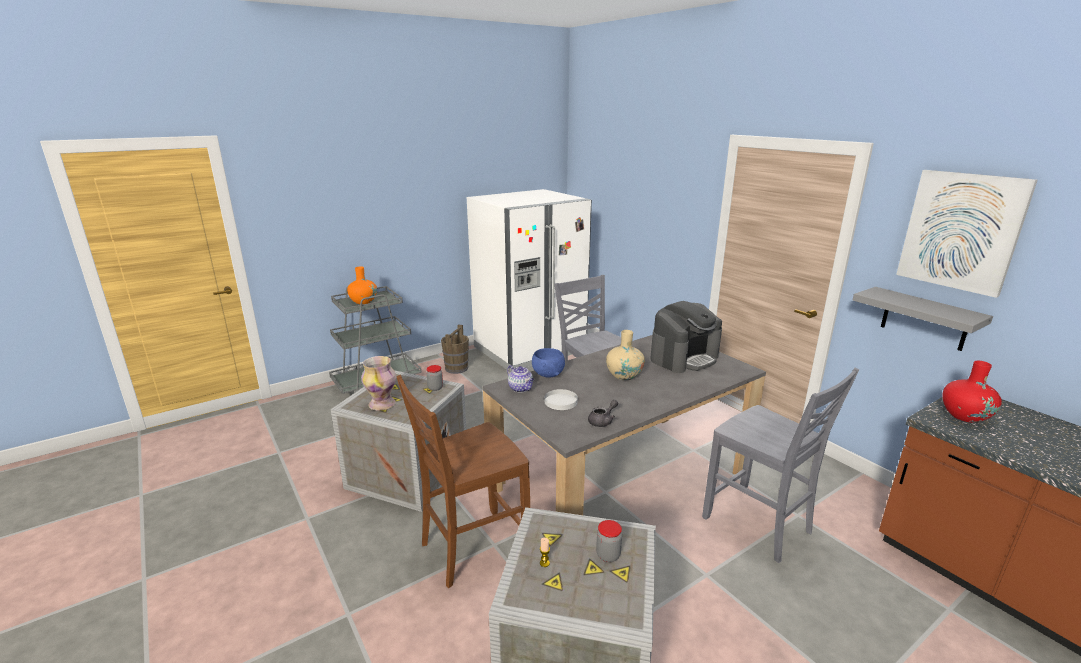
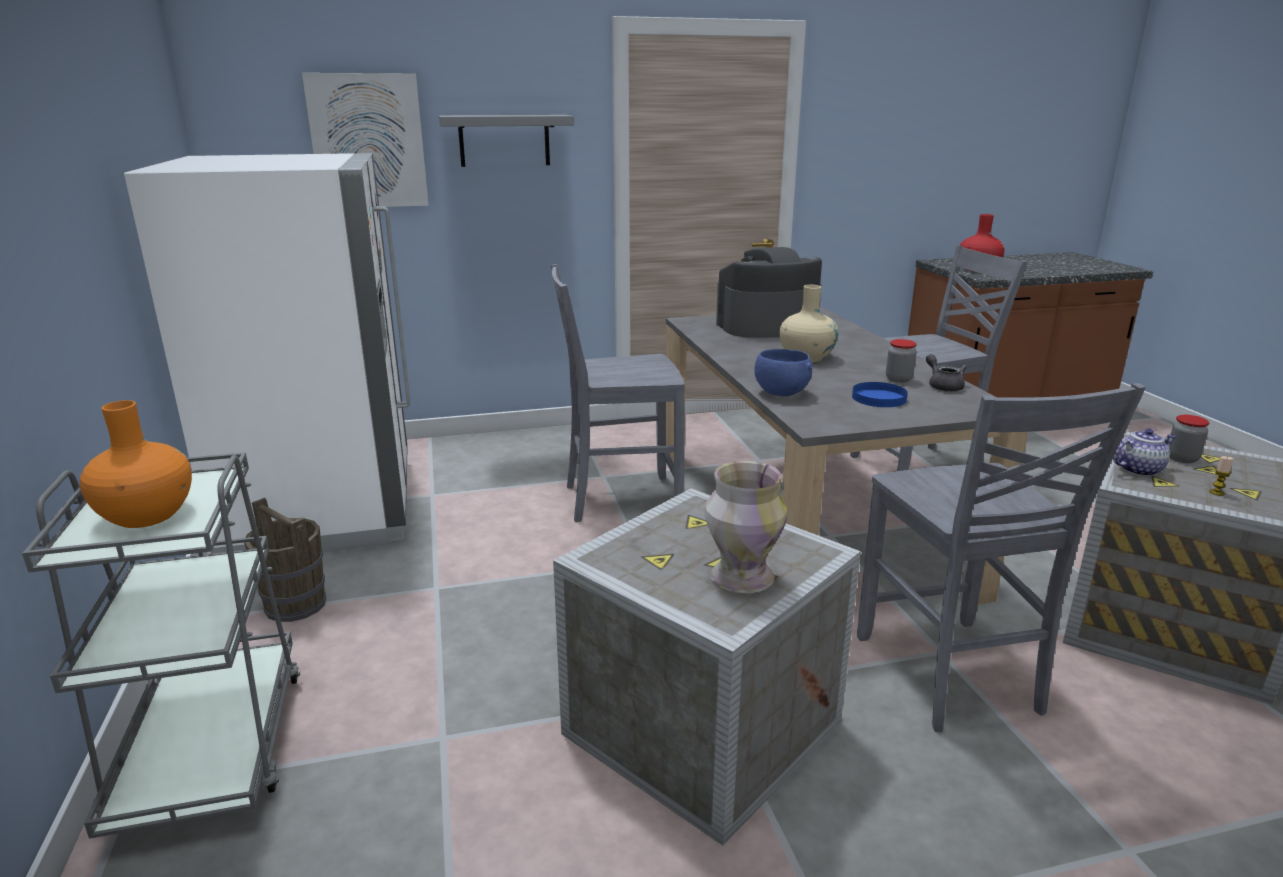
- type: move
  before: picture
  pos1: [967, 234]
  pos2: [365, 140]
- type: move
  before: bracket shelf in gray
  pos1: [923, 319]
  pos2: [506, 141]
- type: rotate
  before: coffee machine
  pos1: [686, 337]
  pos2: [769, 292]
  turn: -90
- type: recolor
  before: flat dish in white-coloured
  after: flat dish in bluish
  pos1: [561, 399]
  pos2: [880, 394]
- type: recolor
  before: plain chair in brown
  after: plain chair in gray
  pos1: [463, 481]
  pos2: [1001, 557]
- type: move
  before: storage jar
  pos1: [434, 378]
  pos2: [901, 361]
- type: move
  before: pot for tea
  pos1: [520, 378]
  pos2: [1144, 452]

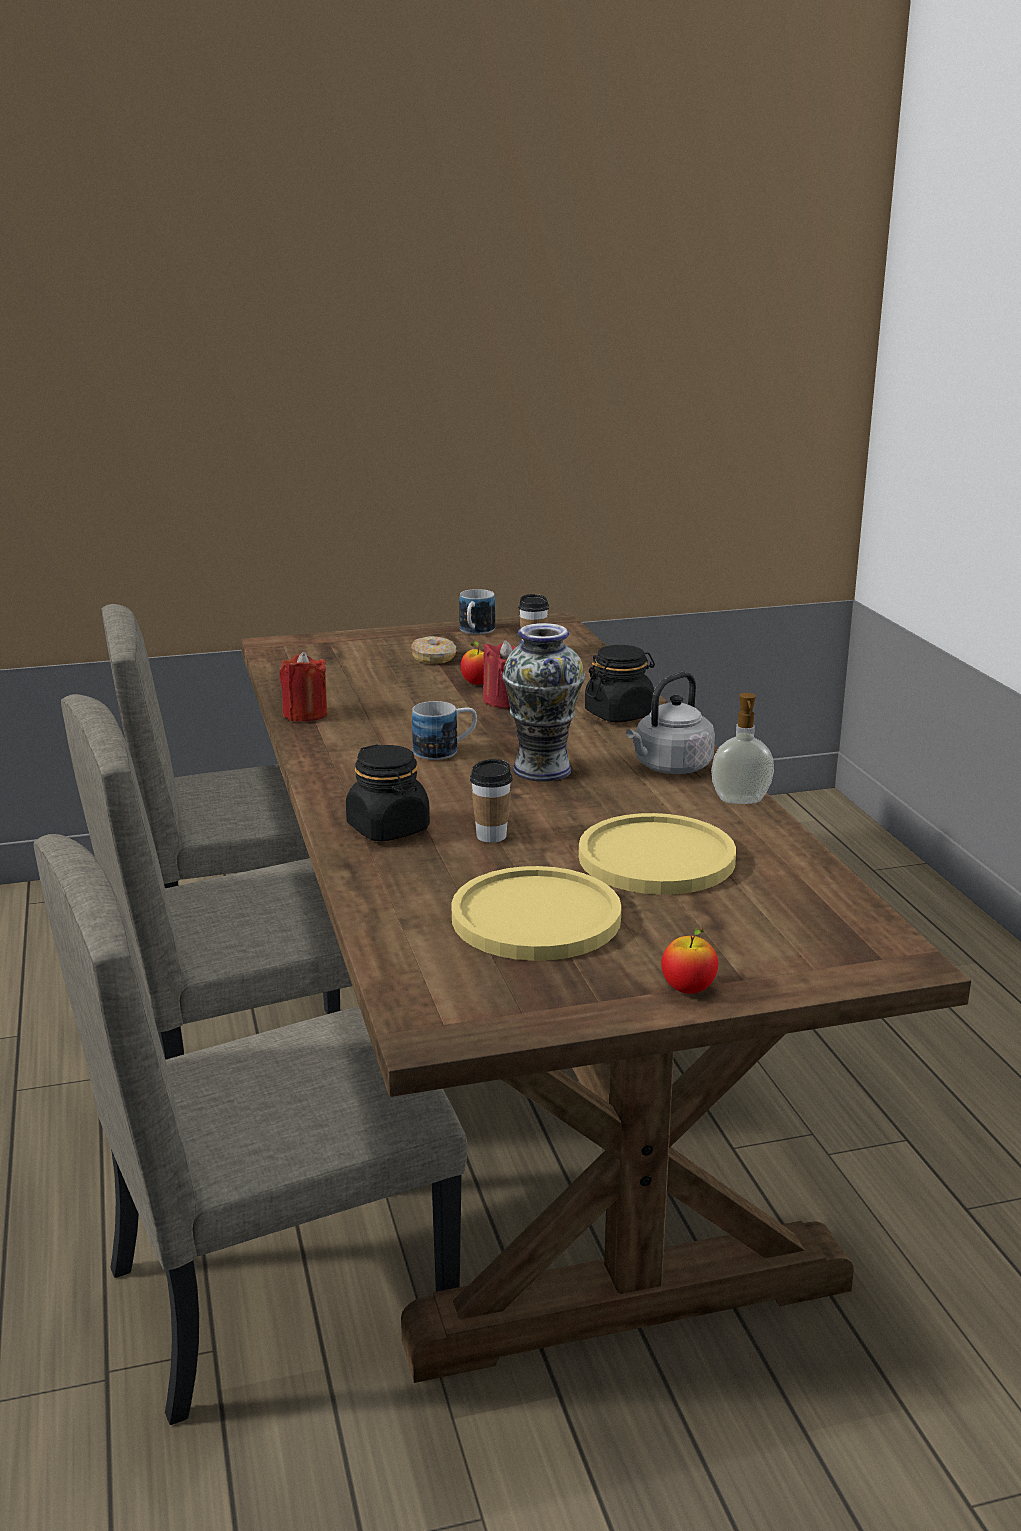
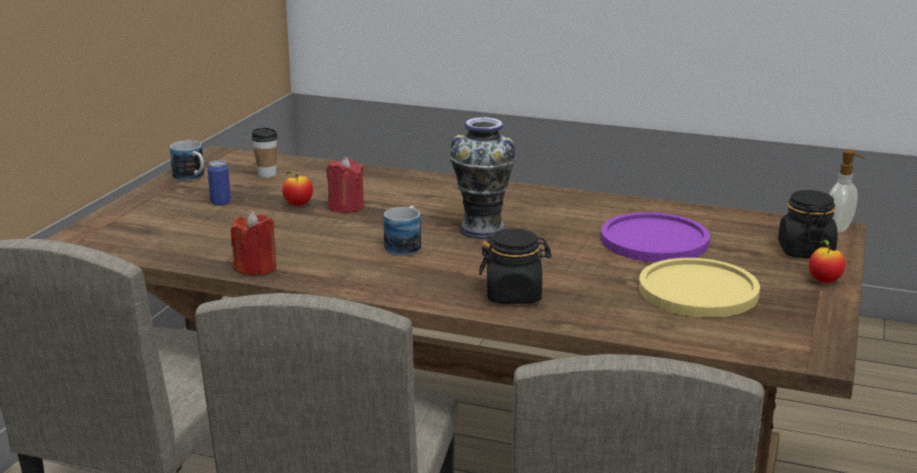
- type: replace
  before: donut
  after: metal can
  pos1: [433, 650]
  pos2: [219, 183]
- type: recolor
  before: flat dish in yellow-coloured
  after: flat dish in purple-coloured
  pos1: [657, 854]
  pos2: [655, 237]
- type: move
  before: storage jar in black
  pos1: [620, 683]
  pos2: [808, 224]
- type: move
  before: liquid soap bottle
  pos1: [742, 748]
  pos2: [846, 191]
- type: delete
  before: cup
  pos1: [491, 801]
- type: delete
  before: tea kettle in gray
  pos1: [670, 722]

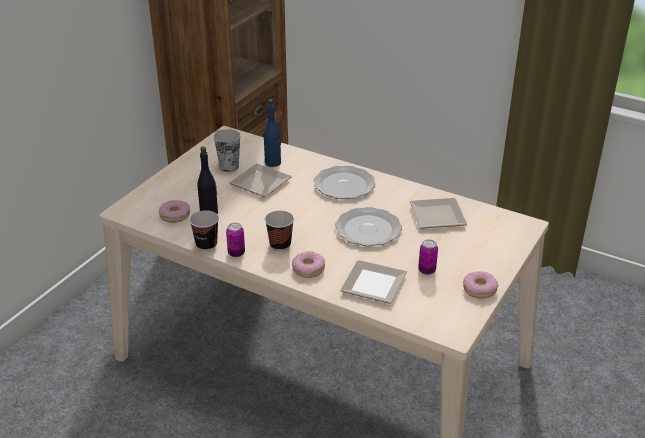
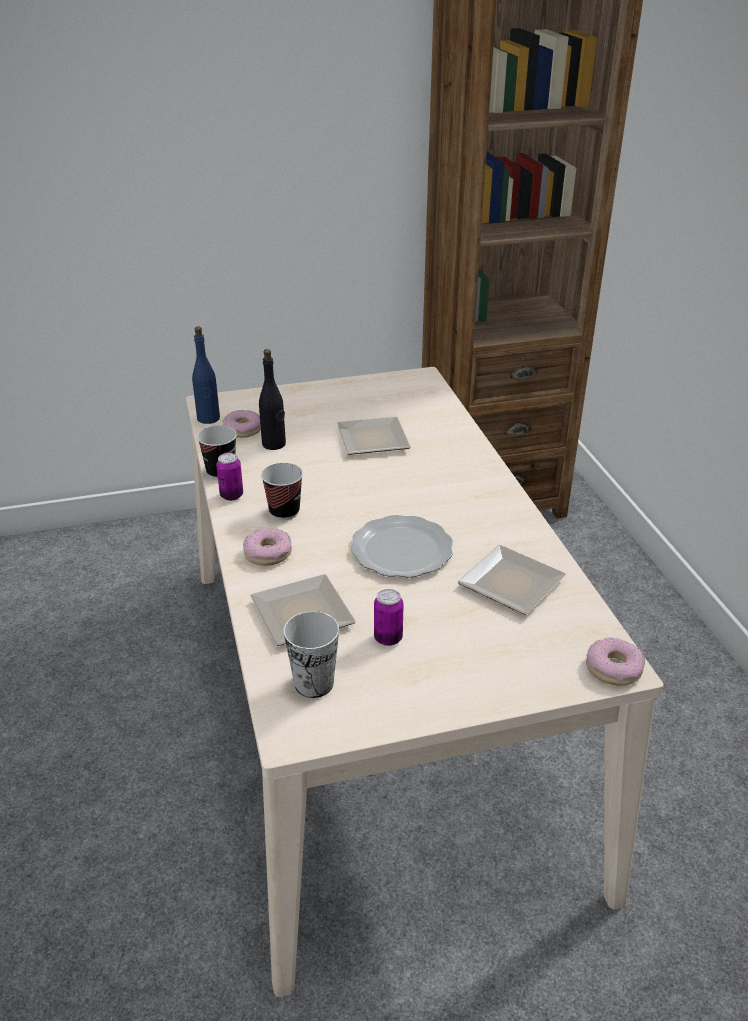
- type: move
  before: drink bottle in bluish
  pos1: [272, 133]
  pos2: [206, 375]
- type: move
  before: cup
  pos1: [227, 150]
  pos2: [311, 654]
- type: move
  before: donut
  pos1: [480, 285]
  pos2: [615, 662]
- type: delete
  before: flat dish
  pos1: [344, 182]

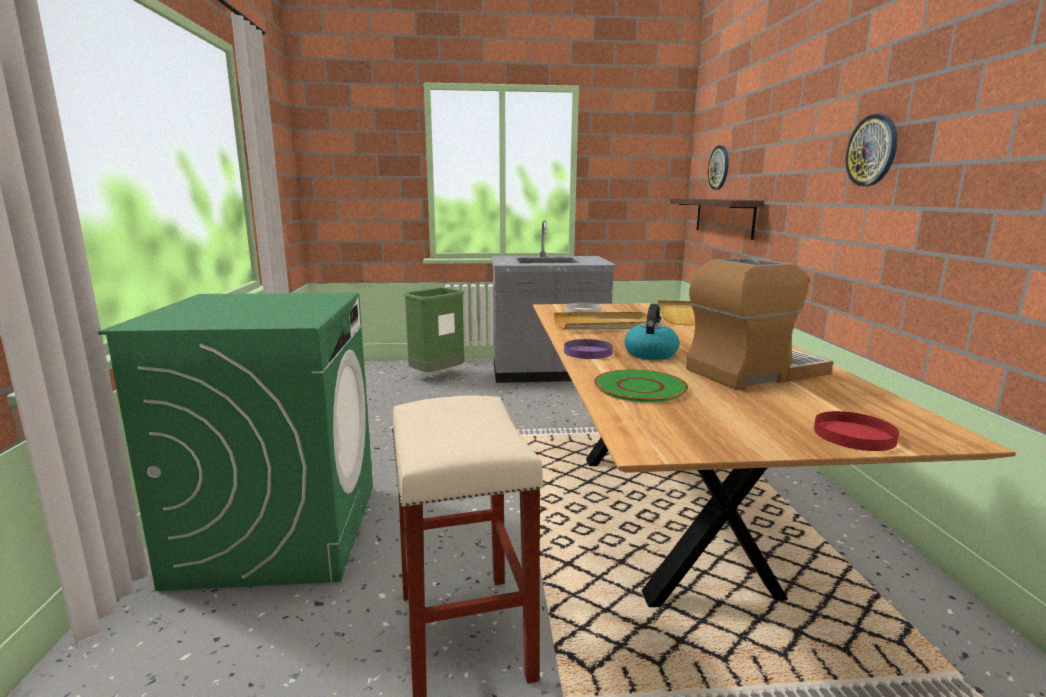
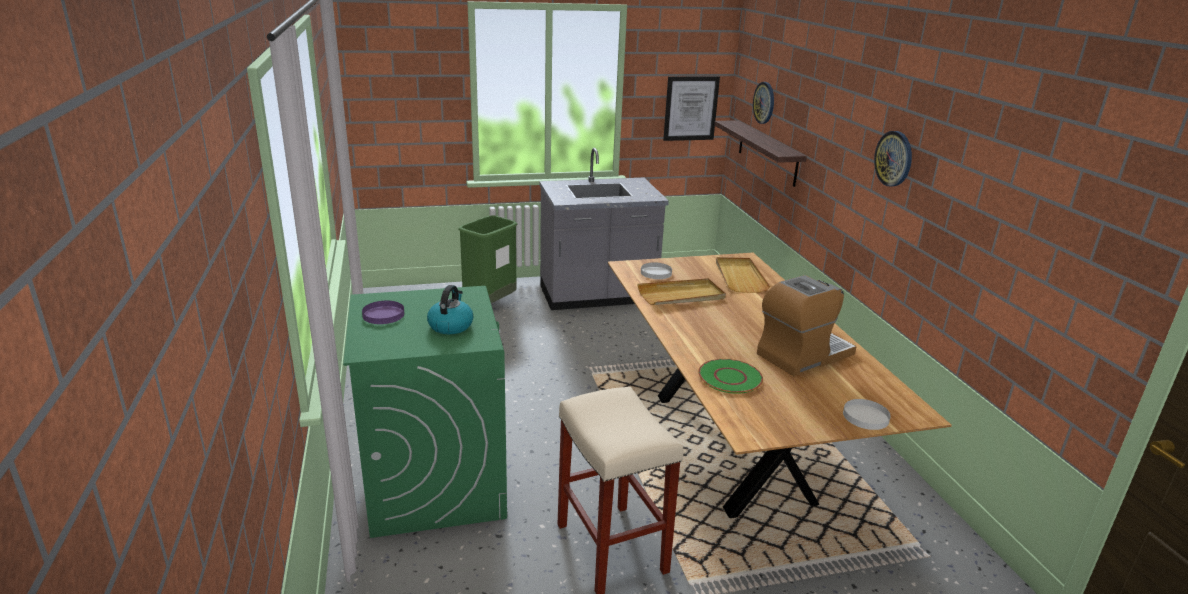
- type: move
  before: flat dish in purple-coloured
  pos1: [588, 349]
  pos2: [383, 312]
- type: move
  before: tea kettle
  pos1: [651, 332]
  pos2: [450, 309]
- type: insert
  after: picture
  pos2: [691, 108]
- type: recolor
  before: flat dish in red-coloured
  after: flat dish in white-coloured
  pos1: [856, 431]
  pos2: [867, 414]

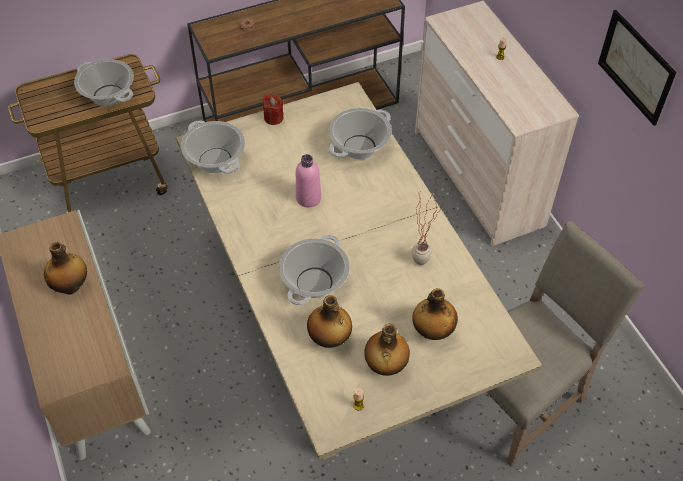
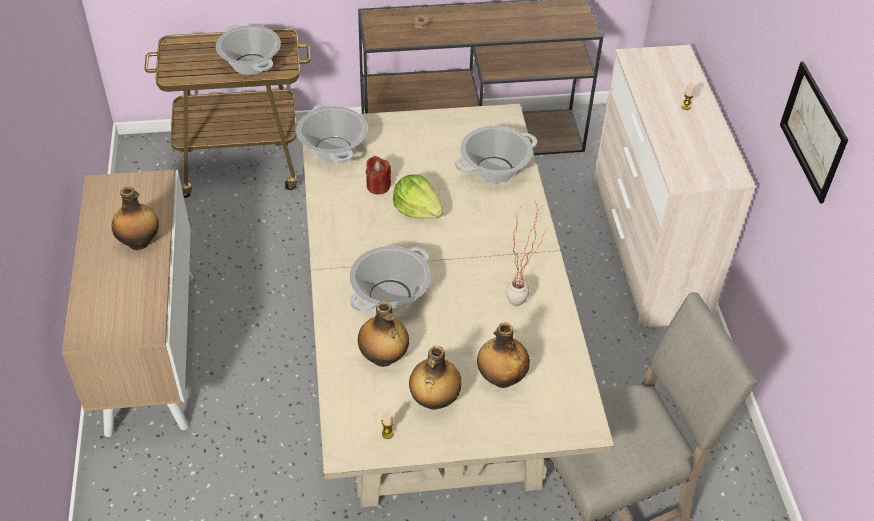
- type: move
  before: wax candle in red-coloured
  pos1: [273, 109]
  pos2: [378, 175]
- type: replace
  before: drink bottle in pinkish
  after: lettuce
  pos1: [308, 180]
  pos2: [418, 196]

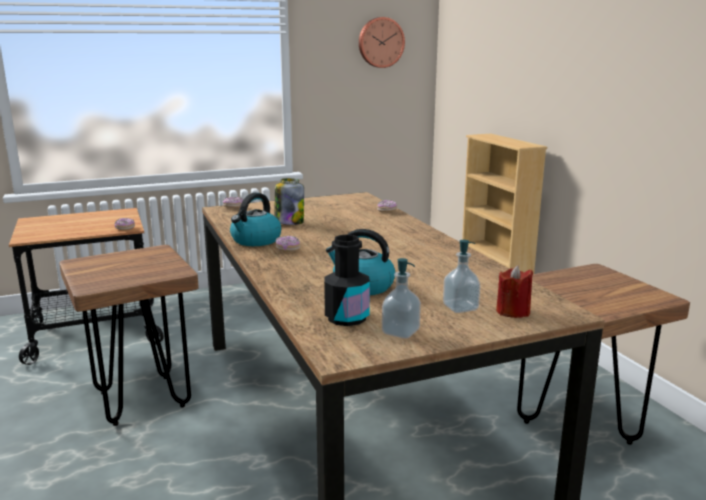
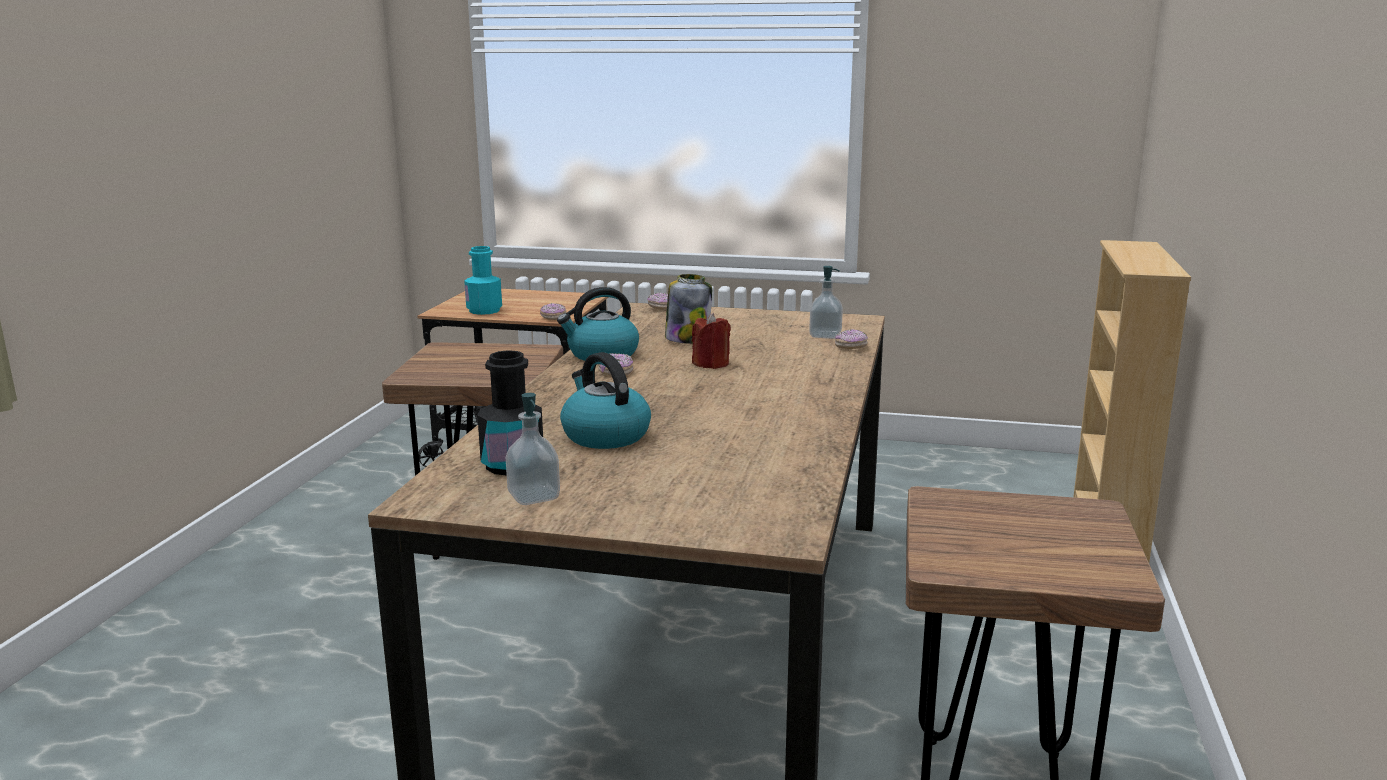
- type: insert
  after: drink bottle in turquoise
  pos2: [483, 280]
- type: move
  before: wax candle in red-coloured
  pos1: [514, 291]
  pos2: [711, 341]
- type: move
  before: liquid soap bottle
  pos1: [461, 276]
  pos2: [826, 302]
- type: delete
  before: clock on the wall
  pos1: [382, 42]

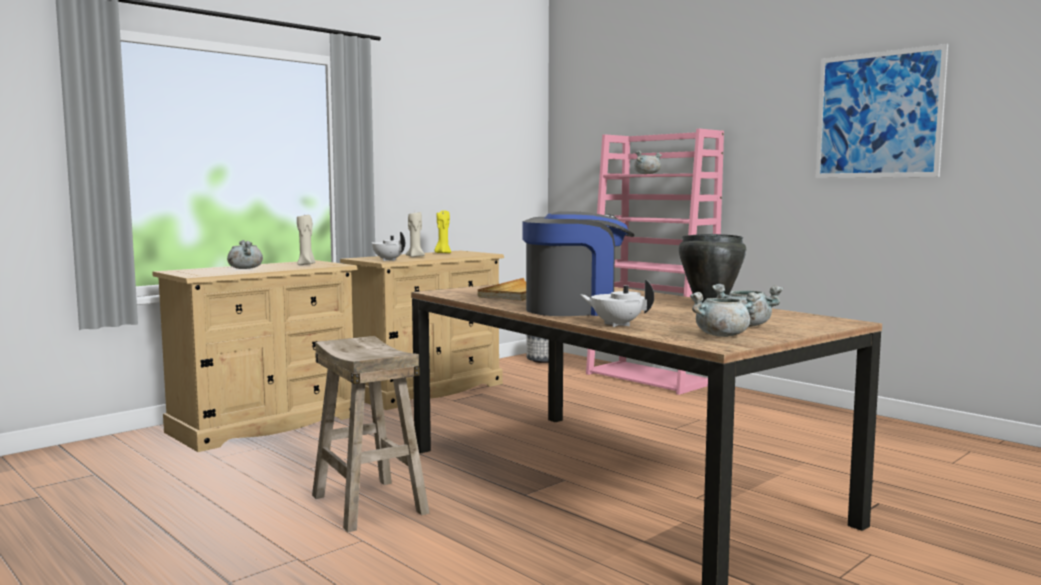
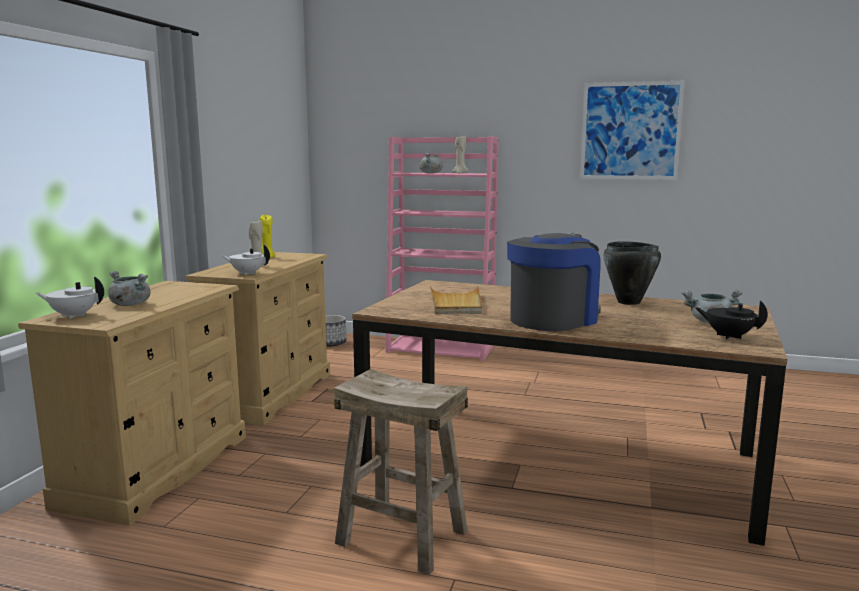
- type: move
  before: pot for tea in white-coloured
  pos1: [617, 303]
  pos2: [70, 298]
- type: move
  before: wax candle in sand-coloured
  pos1: [306, 240]
  pos2: [460, 155]
- type: replace
  before: cooking pot in gray
  after: pot for tea in black
  pos1: [725, 314]
  pos2: [732, 319]

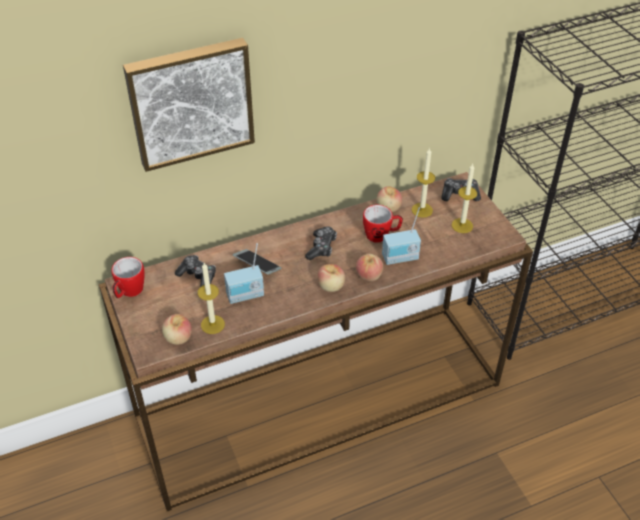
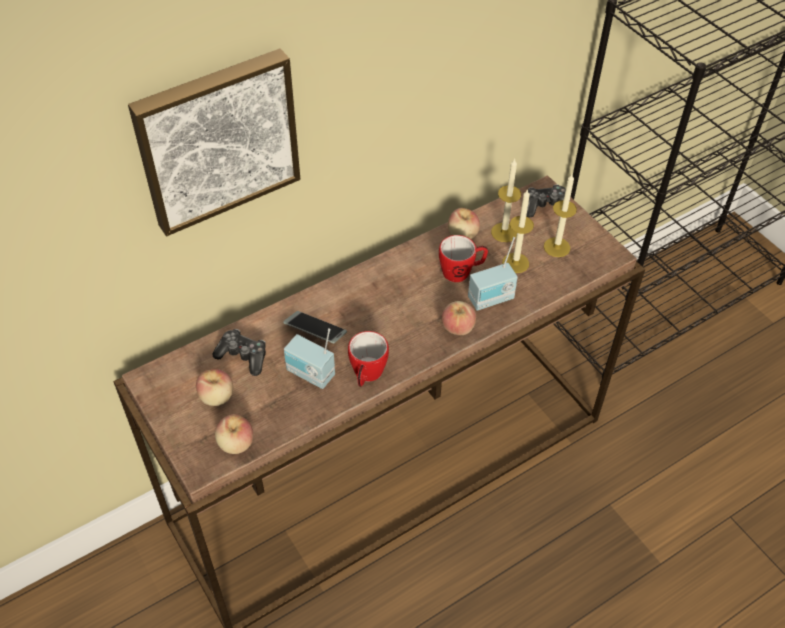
- type: move
  before: whole apple
  pos1: [331, 278]
  pos2: [214, 387]
- type: rotate
  before: radio set
  pos1: [244, 273]
  pos2: [309, 358]
  turn: 60
- type: move
  before: coffee mug
  pos1: [128, 277]
  pos2: [368, 359]
- type: move
  before: wax candle
  pos1: [211, 298]
  pos2: [518, 231]
- type: delete
  before: gamepad
  pos1: [321, 243]

